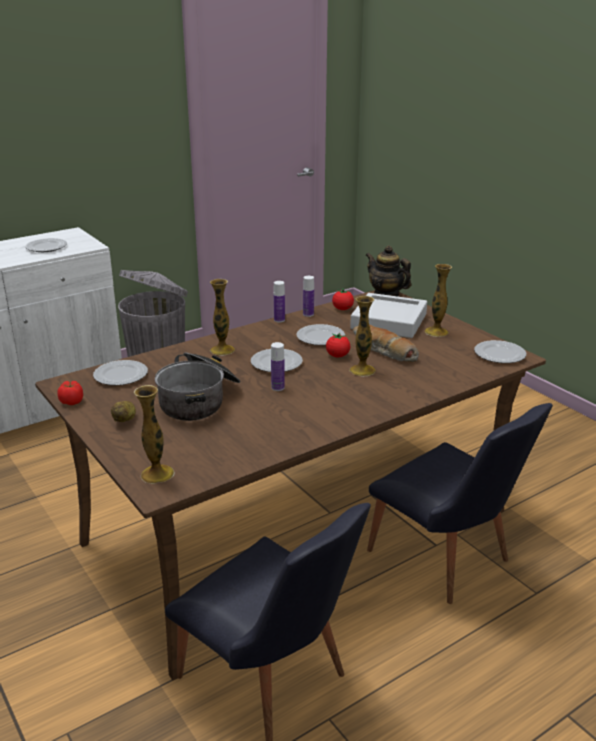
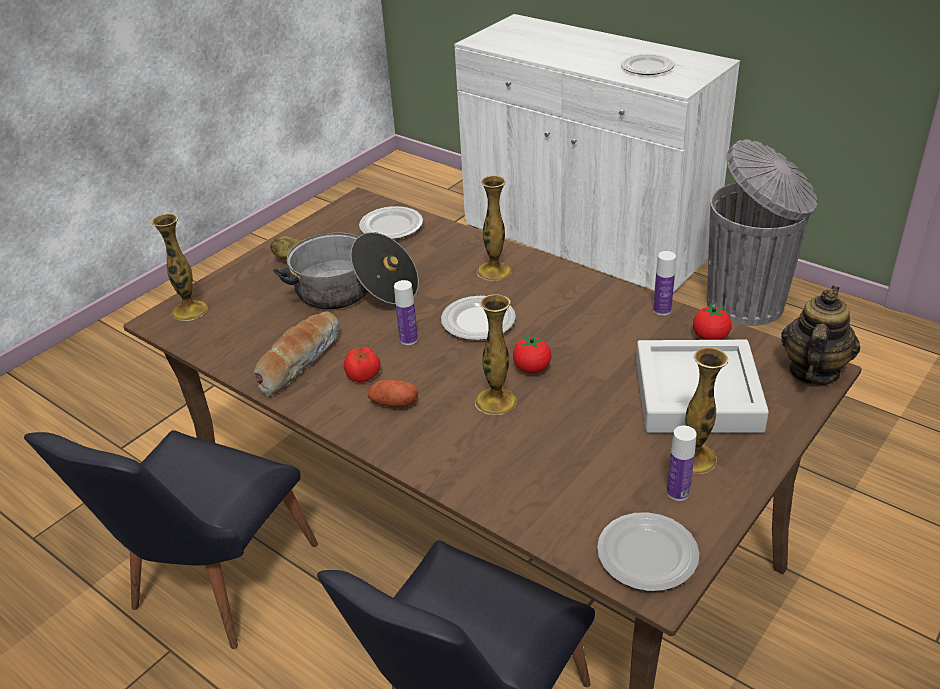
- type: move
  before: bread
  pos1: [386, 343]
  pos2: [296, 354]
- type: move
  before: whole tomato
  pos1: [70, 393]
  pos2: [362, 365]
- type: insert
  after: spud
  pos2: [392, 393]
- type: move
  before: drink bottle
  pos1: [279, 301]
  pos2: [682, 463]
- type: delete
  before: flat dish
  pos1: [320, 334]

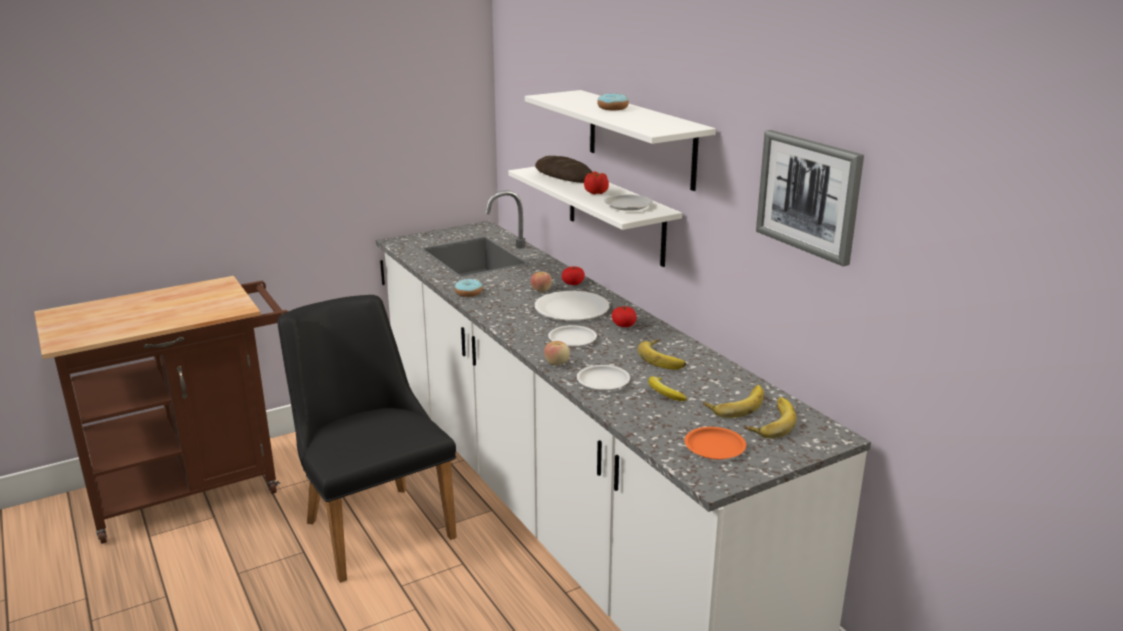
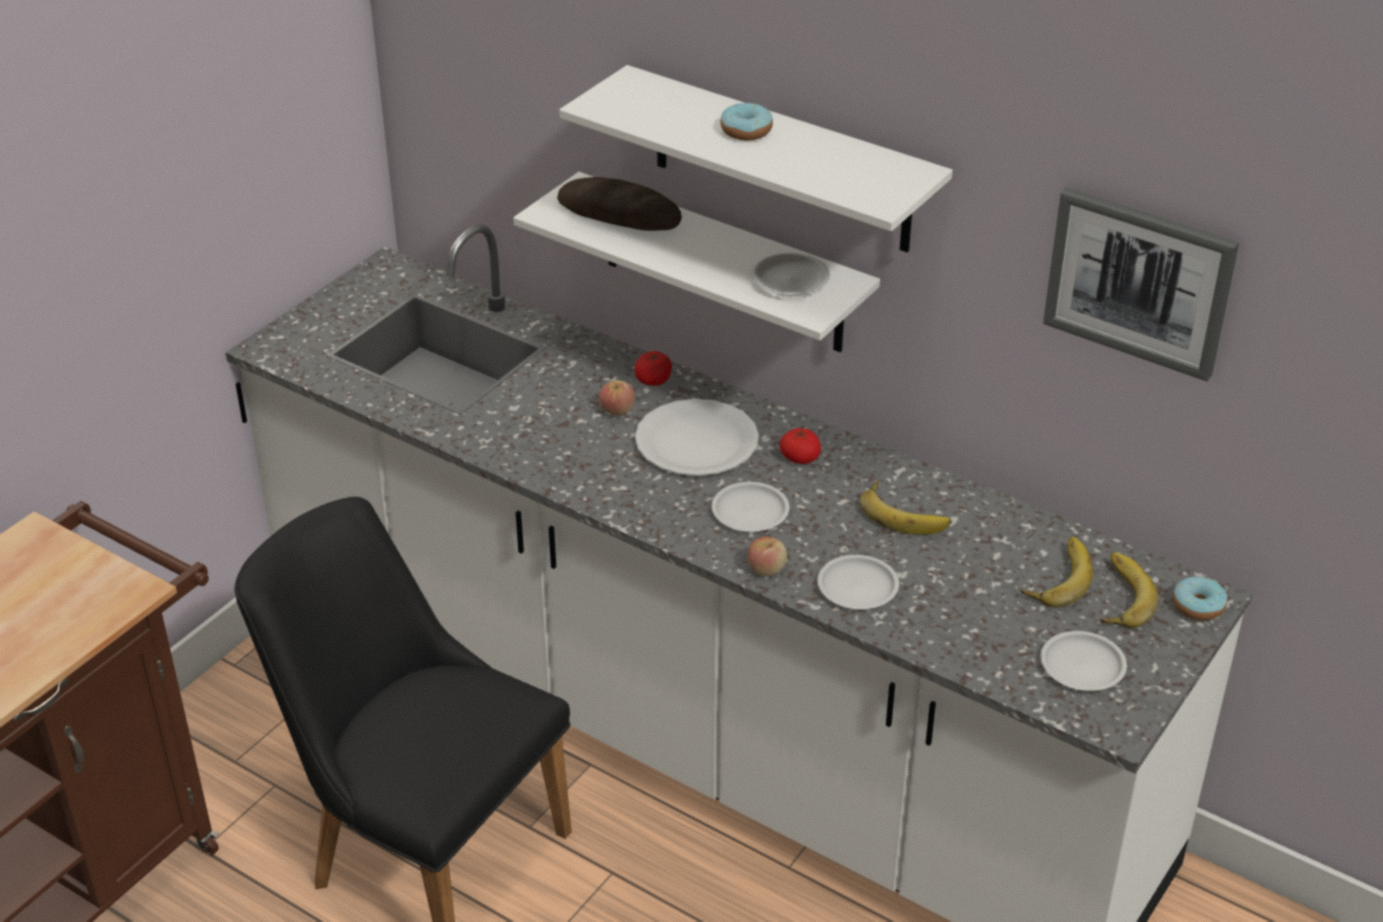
- type: recolor
  before: flat dish in orange-coloured
  after: flat dish in white-coloured
  pos1: [715, 443]
  pos2: [1084, 661]
- type: move
  before: donut
  pos1: [468, 288]
  pos2: [1200, 598]
- type: delete
  before: whole tomato
  pos1: [596, 183]
- type: delete
  before: banana
  pos1: [667, 388]

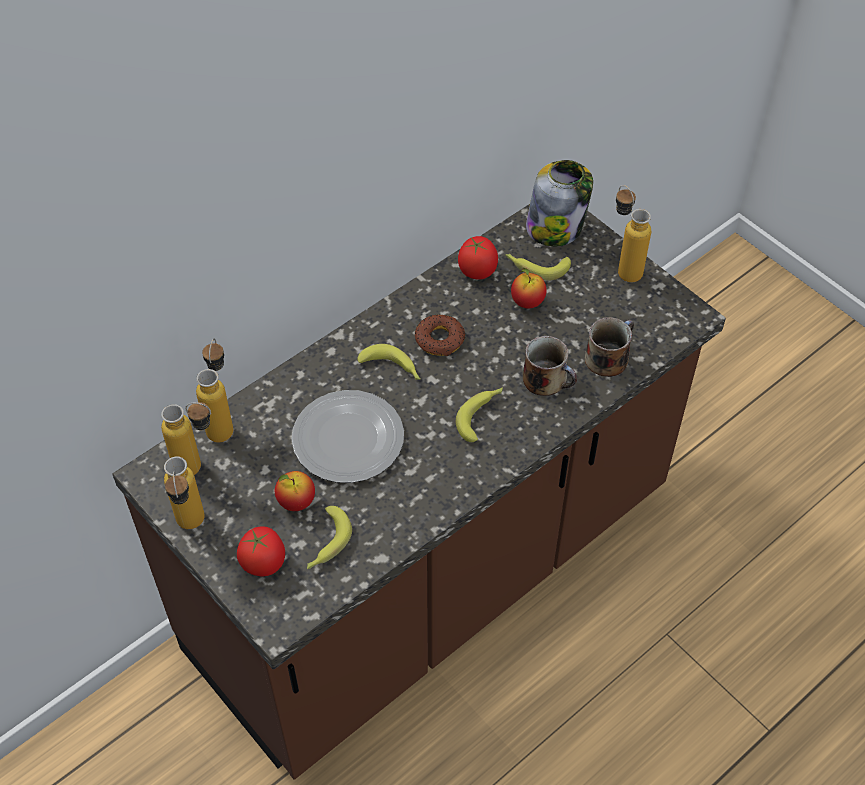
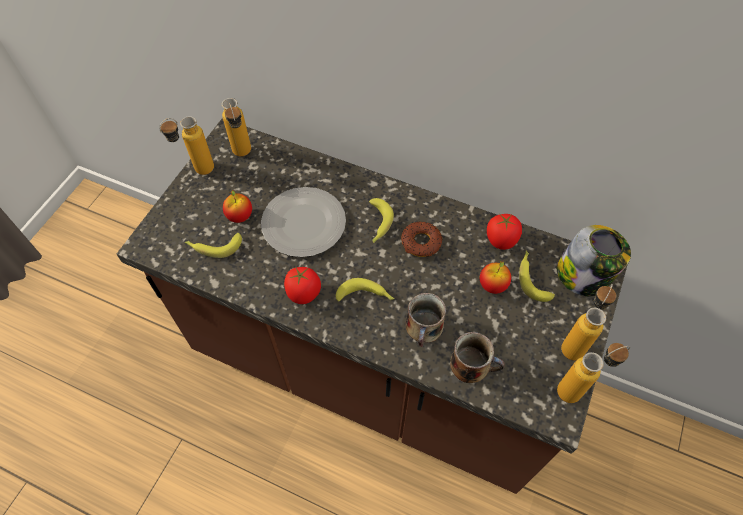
- type: move
  before: whole tomato
  pos1: [261, 551]
  pos2: [302, 285]
- type: move
  before: drink bottle
  pos1: [214, 390]
  pos2: [593, 373]

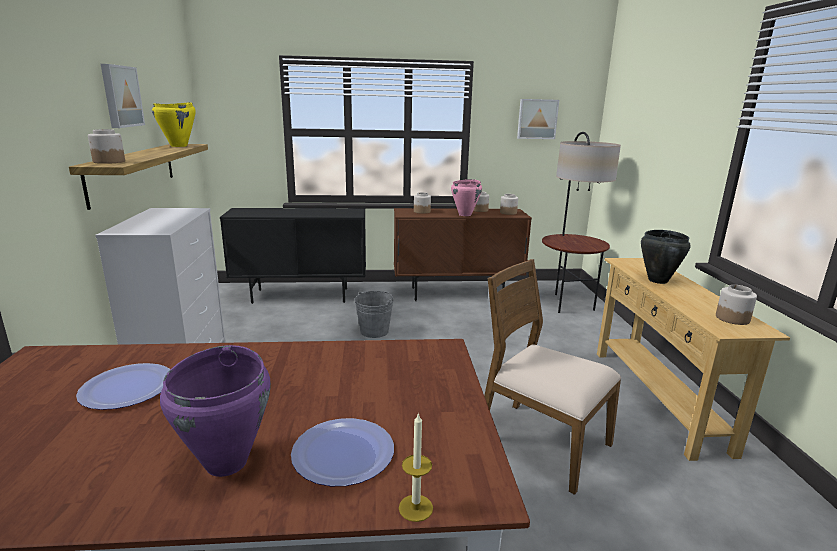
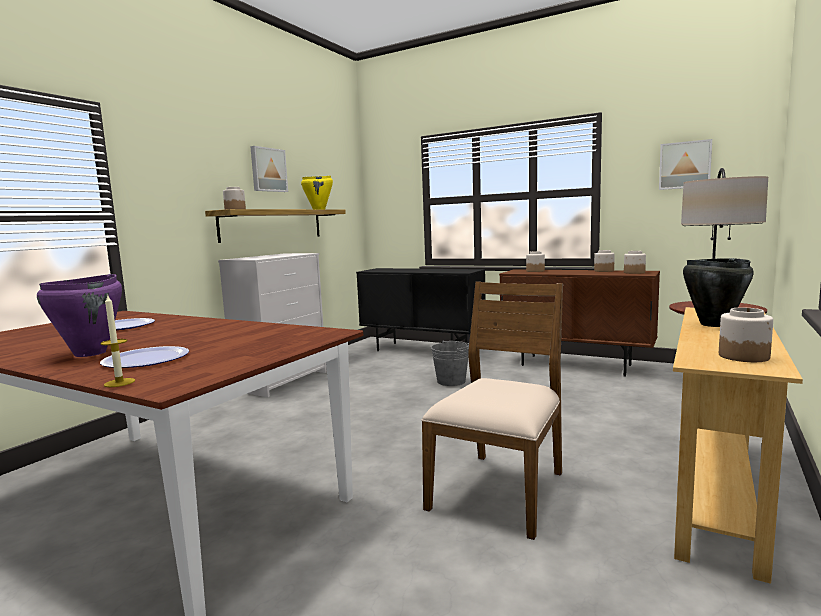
- type: rotate
  before: plain chair in brown
  pos1: [552, 377]
  pos2: [492, 410]
  turn: 45
- type: delete
  before: cooking pot in pinkish
  pos1: [466, 197]

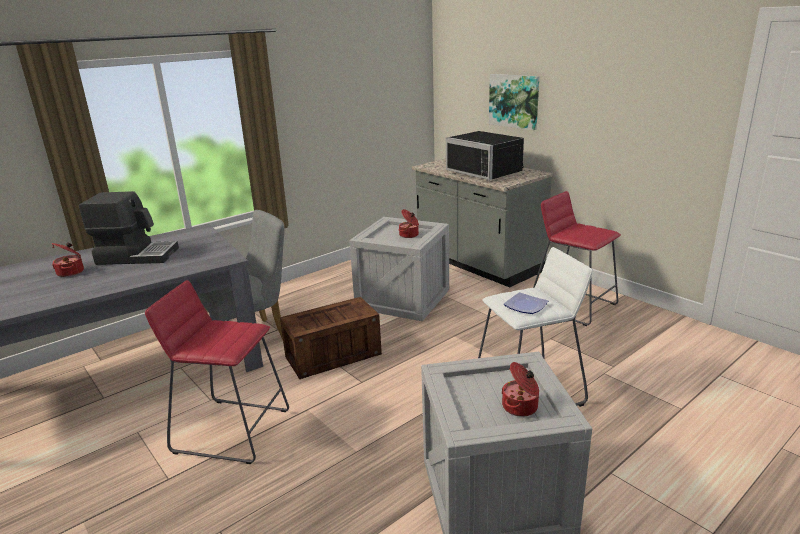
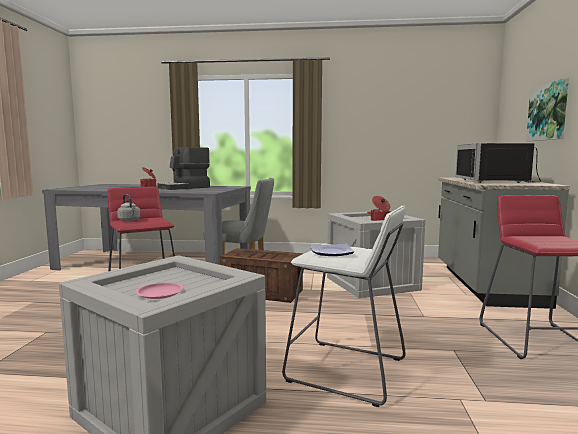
- type: insert
  after: tea kettle in gray
  pos2: [128, 207]
- type: replace
  before: cooking pot
  after: flat dish in pinkish
  pos1: [520, 389]
  pos2: [159, 290]
- type: rotate
  before: coffee machine
  pos1: [129, 228]
  pos2: [184, 168]
  turn: 90

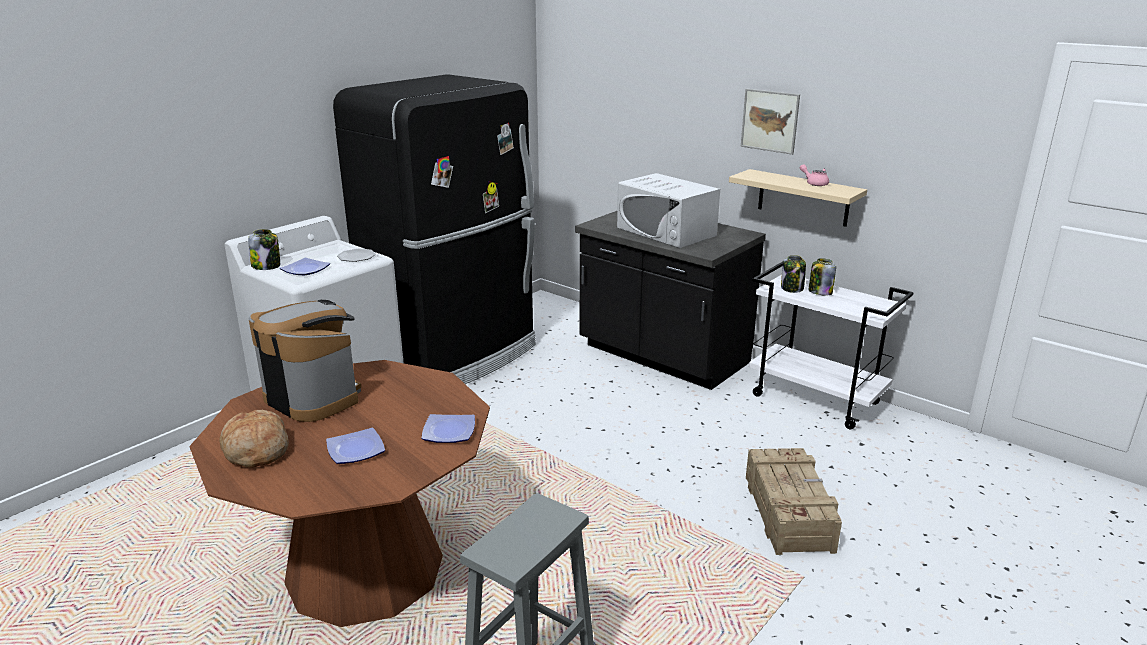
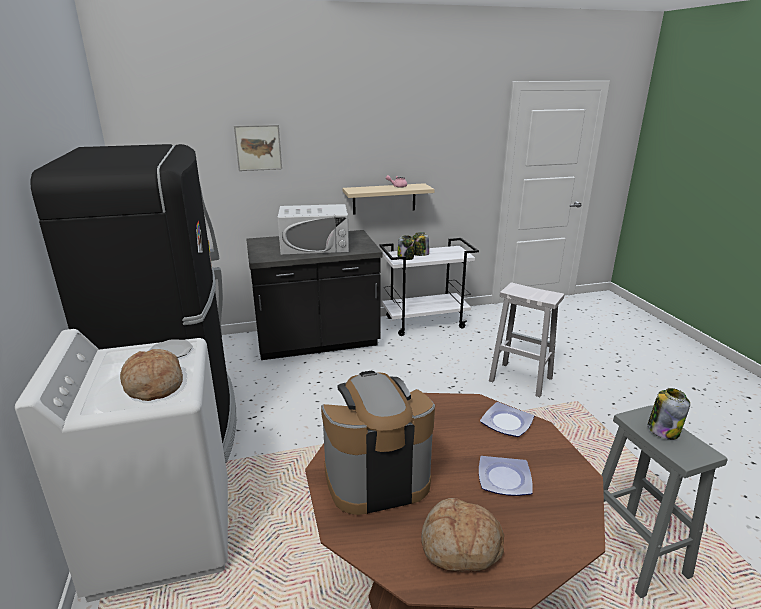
- type: replace
  before: flat dish
  after: bread
  pos1: [305, 266]
  pos2: [151, 375]
- type: move
  before: picture
  pos1: [770, 122]
  pos2: [258, 148]
- type: replace
  before: shipping crate
  after: stool seat in white-coloured
  pos1: [794, 501]
  pos2: [526, 340]
- type: move
  before: storage jar
  pos1: [264, 249]
  pos2: [669, 414]

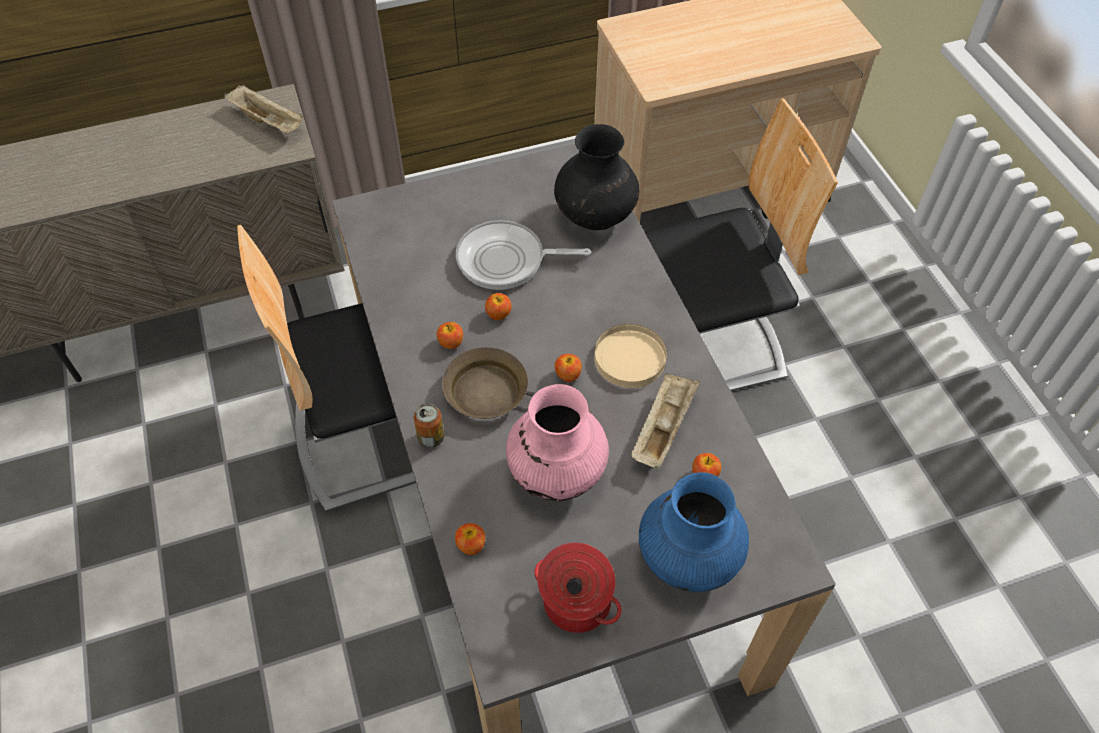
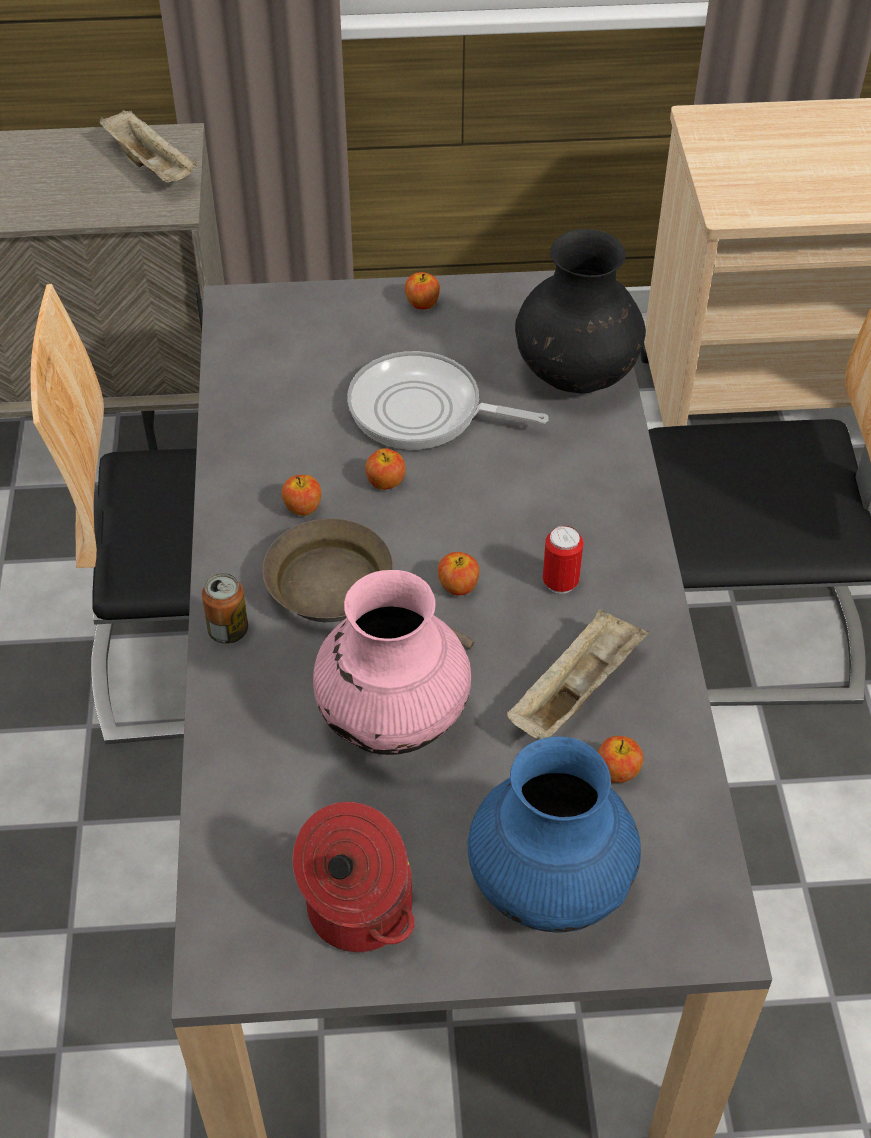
- type: move
  before: whole apple
  pos1: [470, 539]
  pos2: [422, 291]
- type: replace
  before: flat dish in sand-coloured
  after: metal can
  pos1: [631, 356]
  pos2: [563, 560]

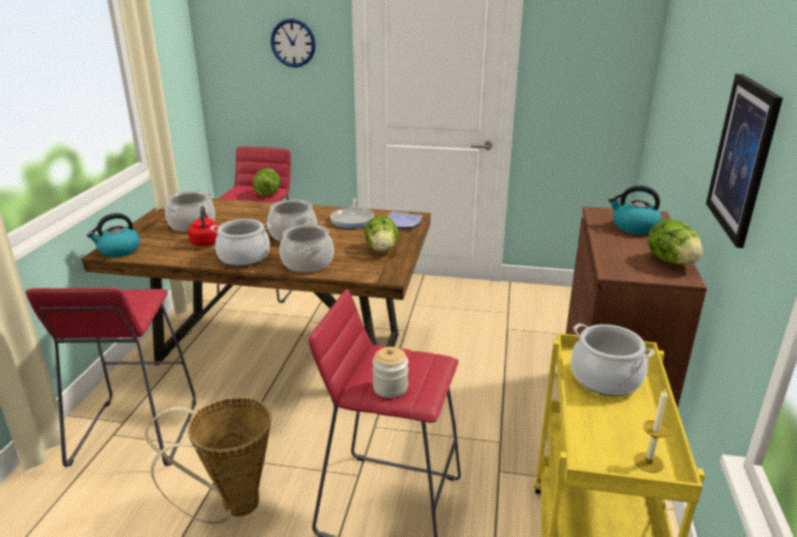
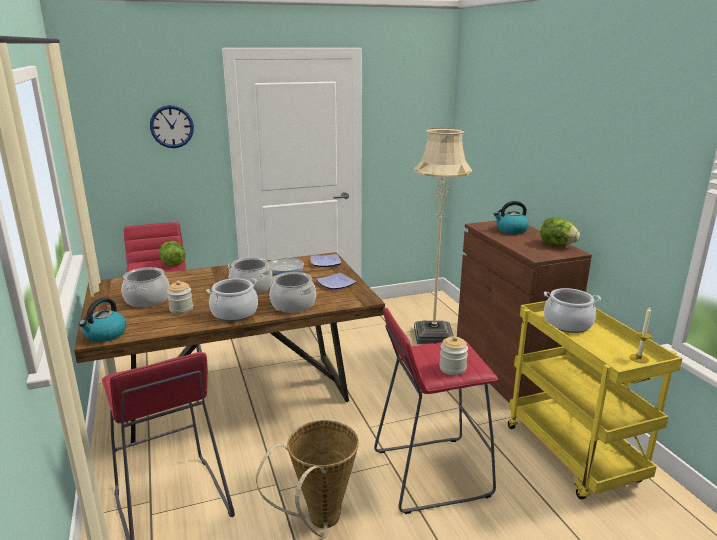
- type: replace
  before: tea kettle in red-coloured
  after: storage jar
  pos1: [203, 226]
  pos2: [180, 297]
- type: replace
  before: lettuce
  after: flat dish
  pos1: [381, 233]
  pos2: [336, 281]
- type: insert
  after: floor lamp in sand-coloured
  pos2: [443, 236]
- type: delete
  before: picture
  pos1: [744, 161]

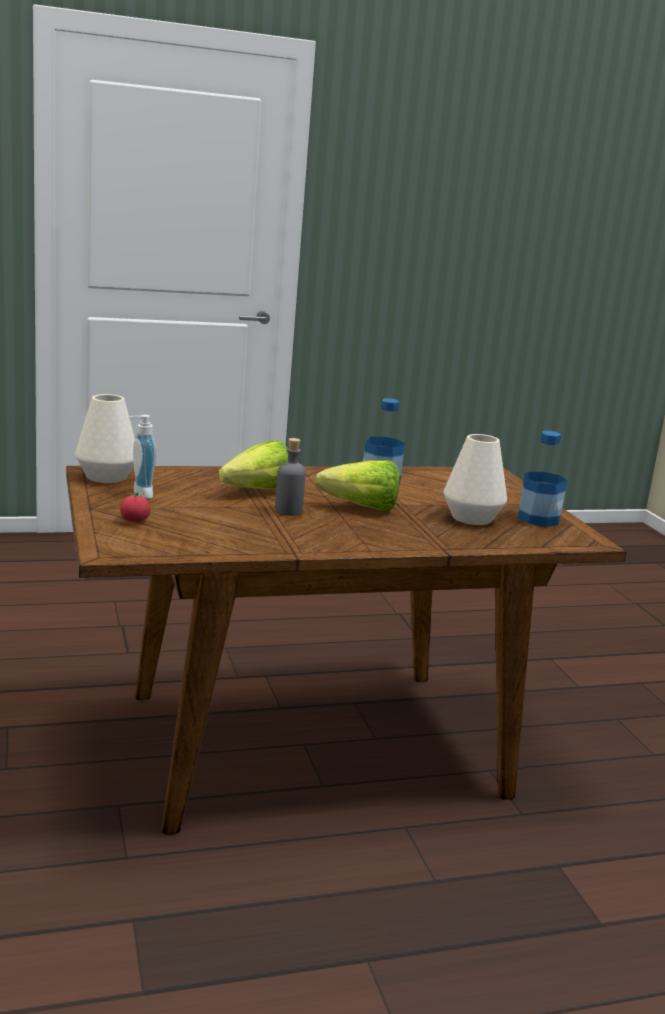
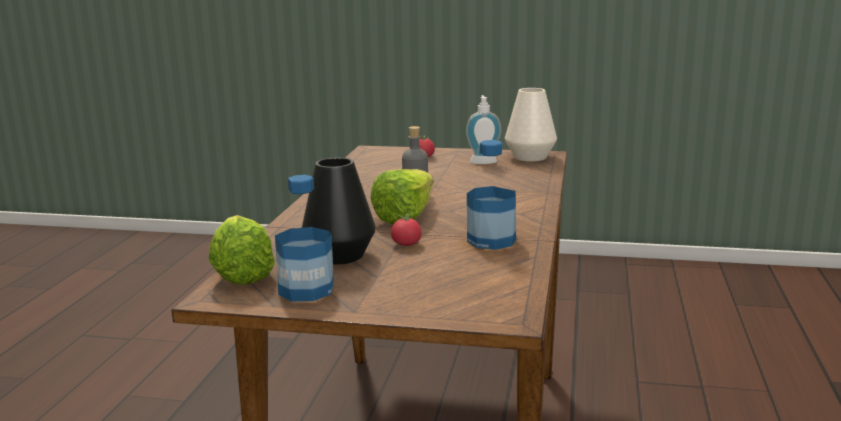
- type: move
  before: lettuce
  pos1: [253, 464]
  pos2: [242, 250]
- type: recolor
  before: vase in white-coloured
  after: vase in black
  pos1: [475, 479]
  pos2: [339, 211]
- type: insert
  after: whole tomato
  pos2: [406, 229]

